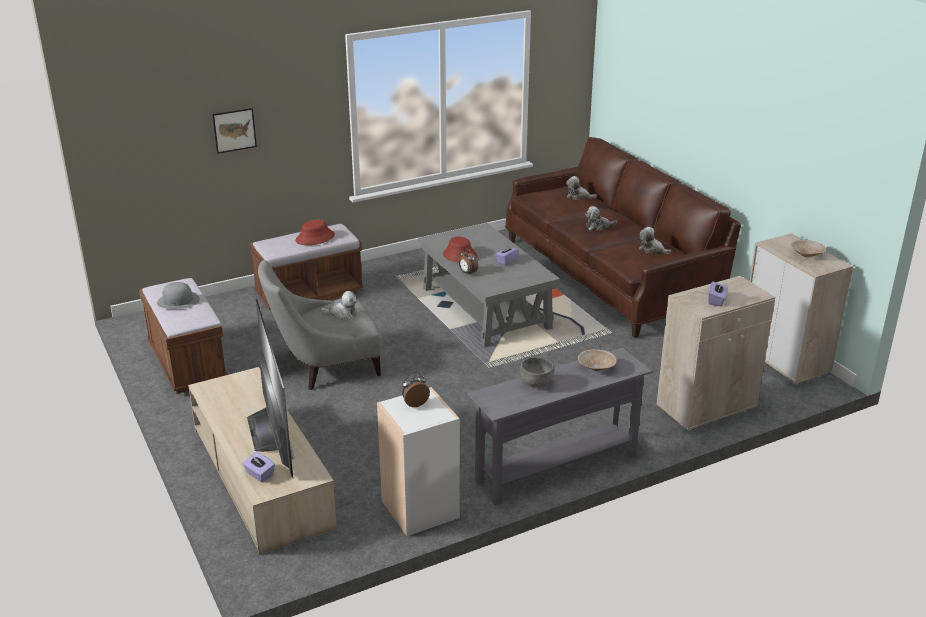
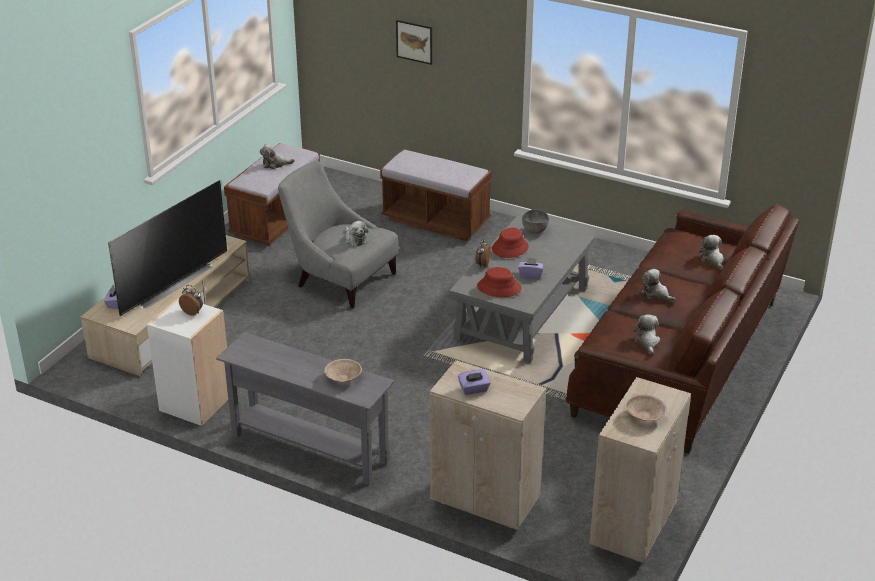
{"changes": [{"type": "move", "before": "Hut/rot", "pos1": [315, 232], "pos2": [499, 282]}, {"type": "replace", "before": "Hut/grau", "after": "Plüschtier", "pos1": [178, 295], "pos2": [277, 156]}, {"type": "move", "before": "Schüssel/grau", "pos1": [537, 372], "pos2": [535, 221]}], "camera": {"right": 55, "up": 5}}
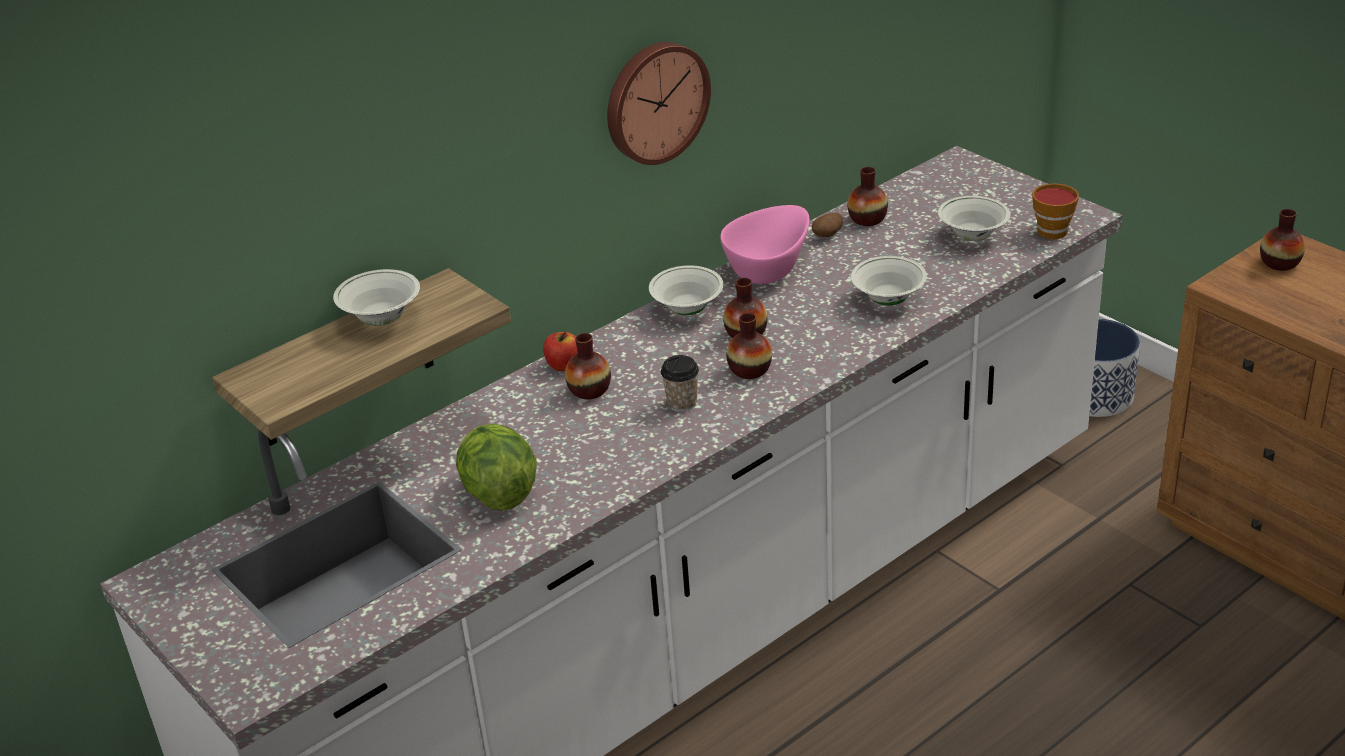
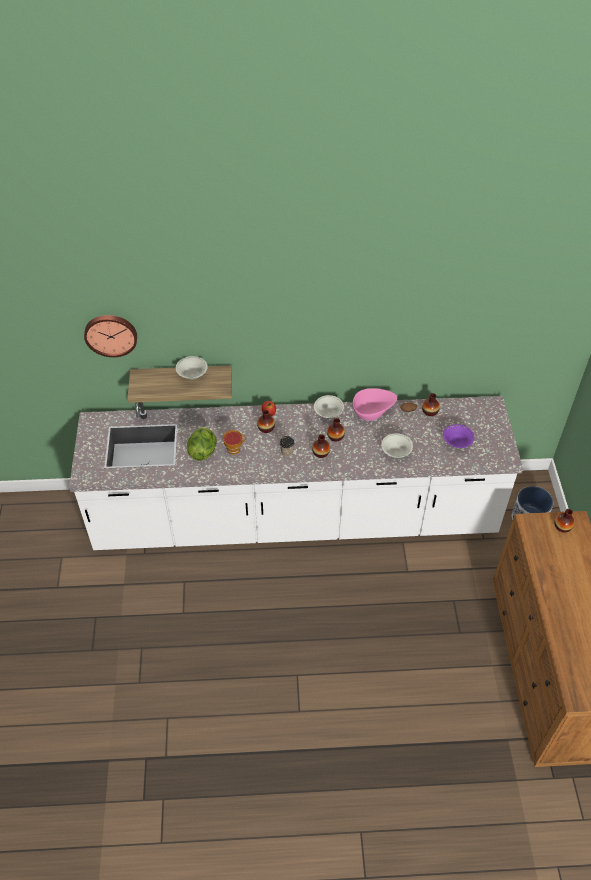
{"changes": [{"type": "move", "before": "Wanduhr", "pos1": [659, 103], "pos2": [110, 336]}, {"type": "move", "before": "Tasse", "pos1": [1055, 211], "pos2": [234, 442]}, {"type": "recolor", "before": "Schüssel/weiß", "after": "Schüssel/lila", "pos1": [974, 218], "pos2": [458, 436]}], "camera": {"right": 35, "up": 15}}
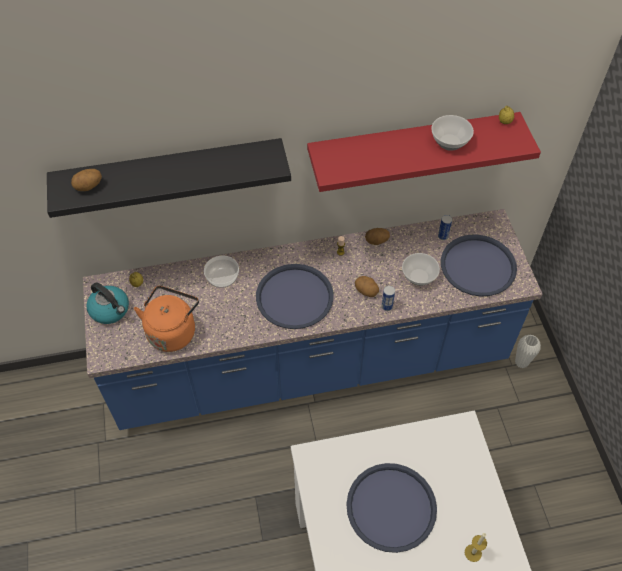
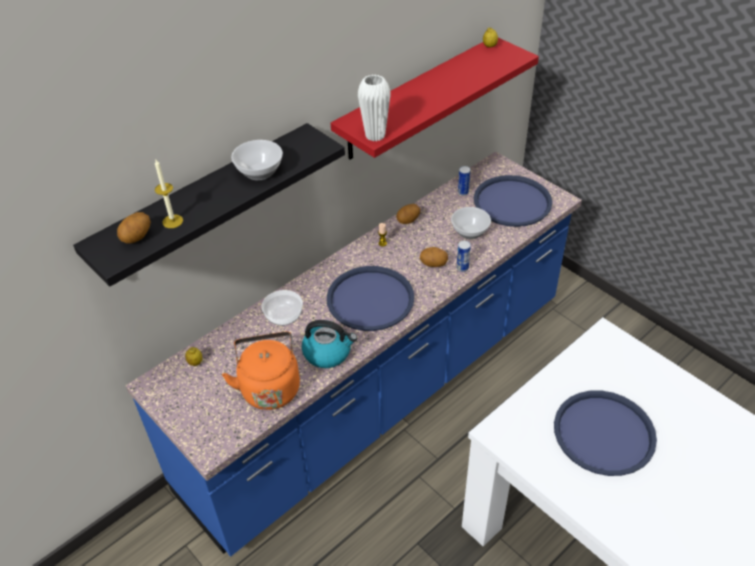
{"changes": [{"type": "move", "before": "Schüssel", "pos1": [452, 133], "pos2": [257, 160]}, {"type": "move", "before": "Wasserkessel", "pos1": [107, 303], "pos2": [329, 344]}, {"type": "move", "before": "Vase/weiß", "pos1": [528, 351], "pos2": [374, 107]}, {"type": "move", "before": "Kerze", "pos1": [476, 547], "pos2": [169, 194]}], "camera": {"right": -30, "up": -10}}
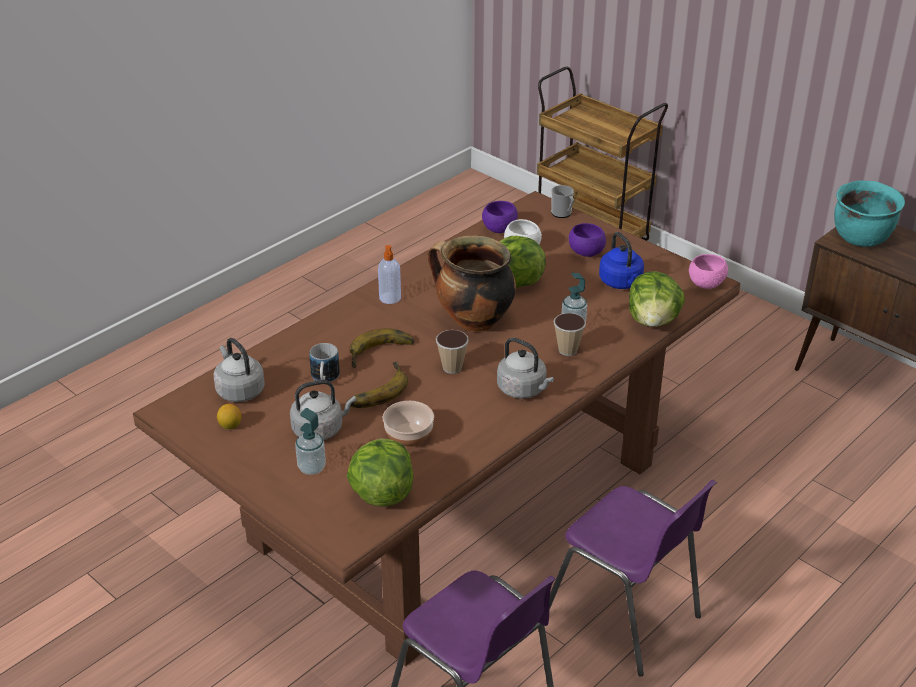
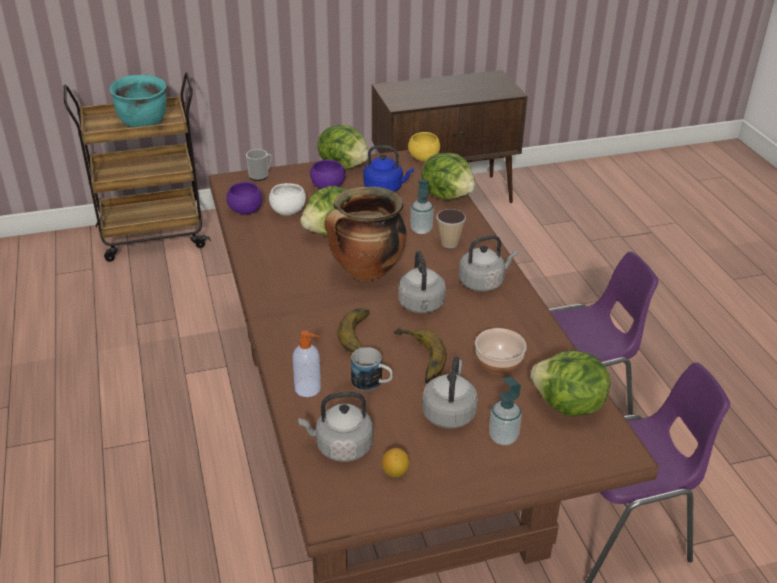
{"changes": [{"type": "move", "before": "Kochtopf/türkis", "pos1": [869, 214], "pos2": [137, 101]}, {"type": "move", "before": "Seifenspender", "pos1": [389, 274], "pos2": [307, 363]}, {"type": "recolor", "before": "Schüssel/rosa", "after": "Schüssel/gelb", "pos1": [708, 271], "pos2": [424, 146]}, {"type": "replace", "before": "Tasse", "after": "Wasserkessel/grau", "pos1": [452, 352], "pos2": [422, 282]}, {"type": "insert", "after": "Salatkopf", "pos2": [343, 147]}], "camera": {"right": -60, "up": 0}}
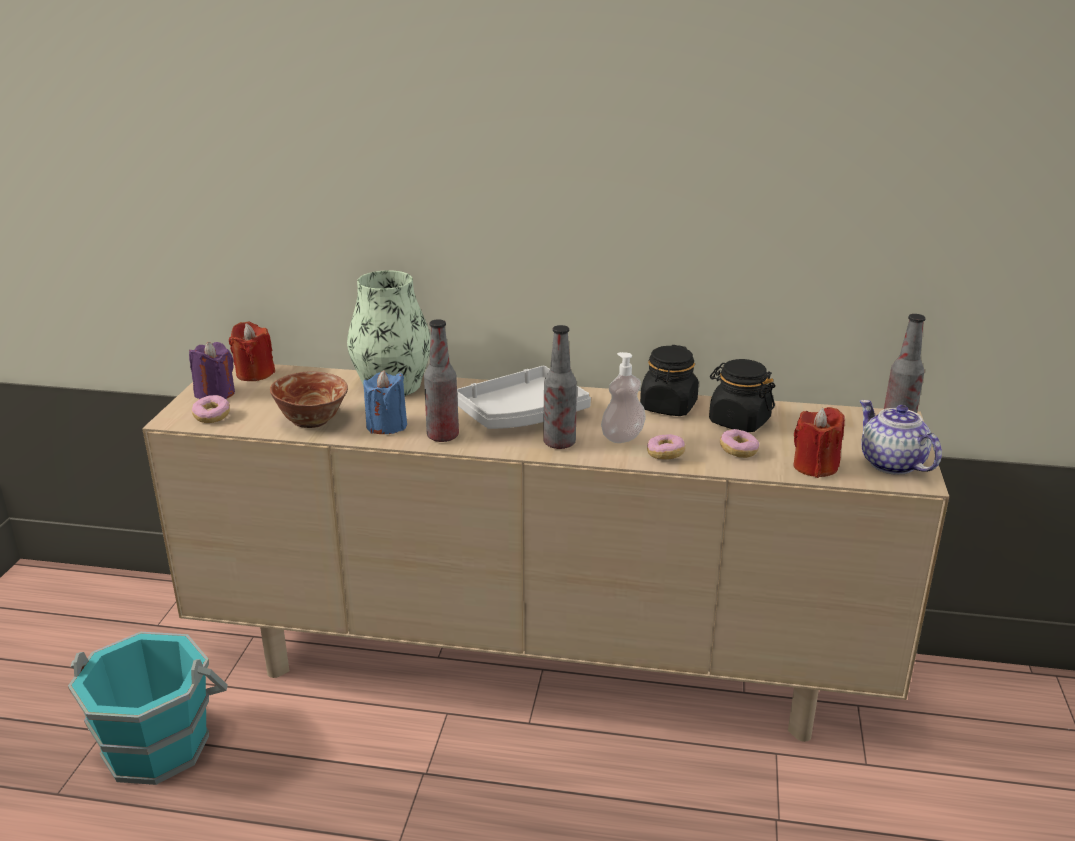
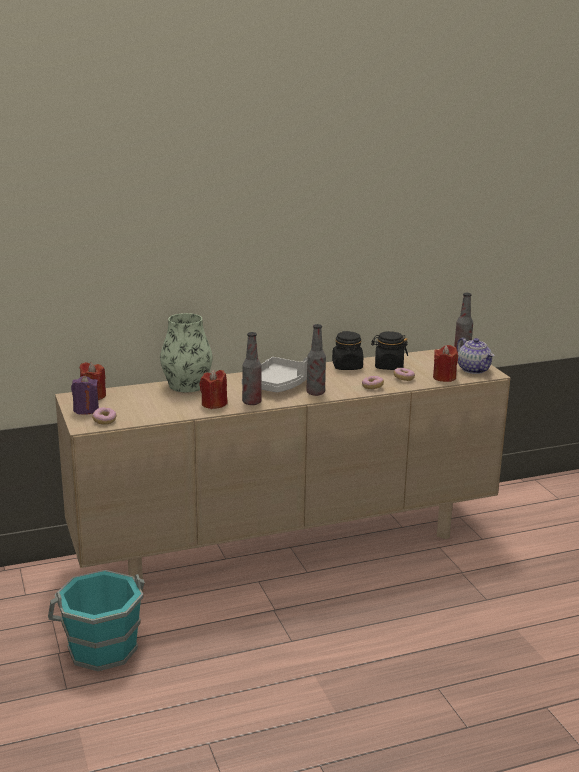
{"changes": [{"type": "delete", "before": "Seifenspender", "pos1": [623, 397]}, {"type": "recolor", "before": "Kerze/blau", "after": "Kerze/rot", "pos1": [385, 402], "pos2": [213, 389]}, {"type": "delete", "before": "Schüssel", "pos1": [309, 399]}, {"type": "rotate", "before": "Teekanne", "pos1": [901, 437], "pos2": [475, 356], "turn": -150}], "camera": {"right": -30, "up": -5}}
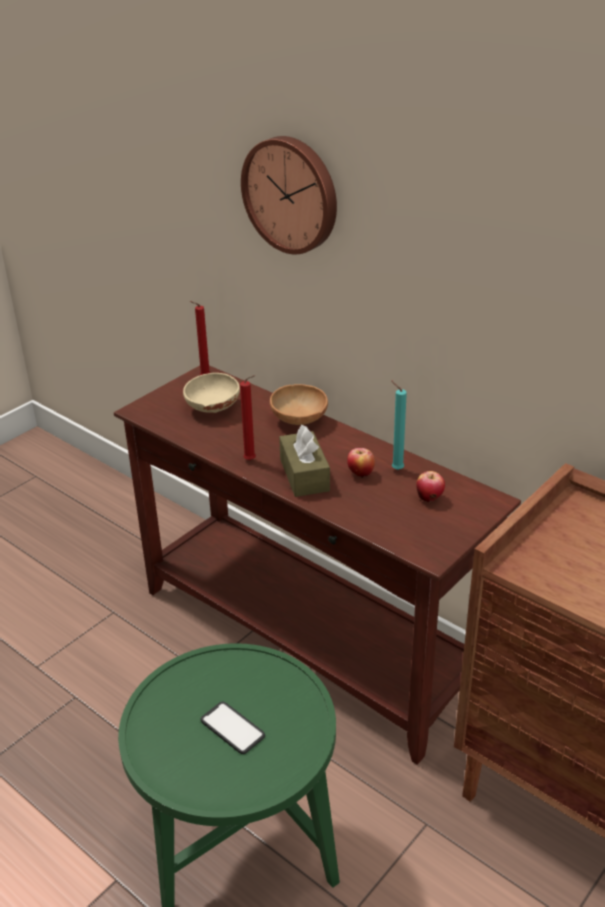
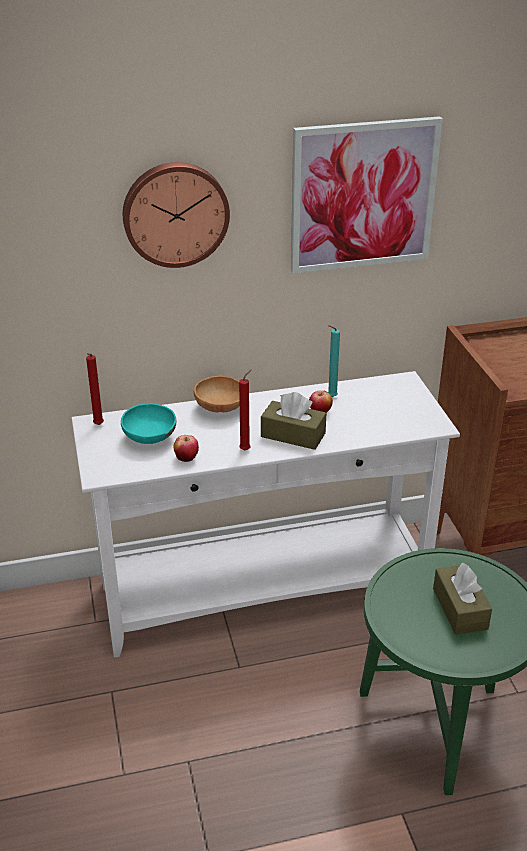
{"changes": [{"type": "recolor", "before": "Konsolentisch/braun", "after": "Konsolentisch/weiß", "pos1": [317, 565], "pos2": [266, 514]}, {"type": "recolor", "before": "Schüssel/beige", "after": "Schüssel/türkis", "pos1": [211, 393], "pos2": [148, 424]}, {"type": "move", "before": "Apfel", "pos1": [430, 486], "pos2": [186, 448]}, {"type": "replace", "before": "Handy", "after": "Taschentuchbox/braun", "pos1": [232, 728], "pos2": [462, 598]}, {"type": "insert", "after": "Bild", "pos2": [367, 194]}], "camera": {"right": -55, "up": 0}}
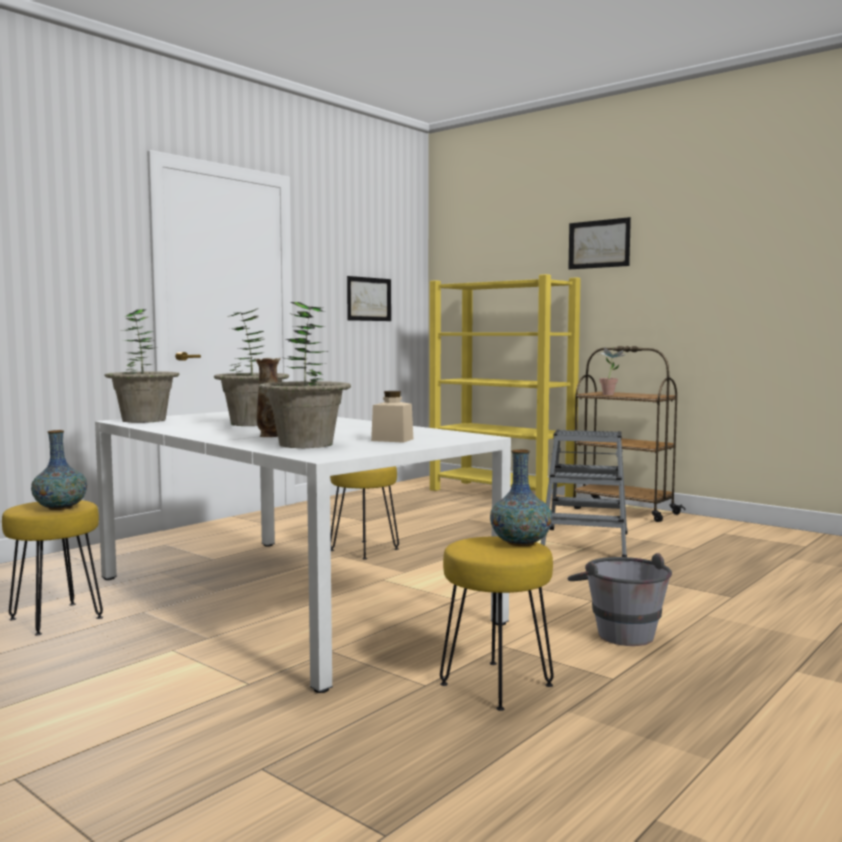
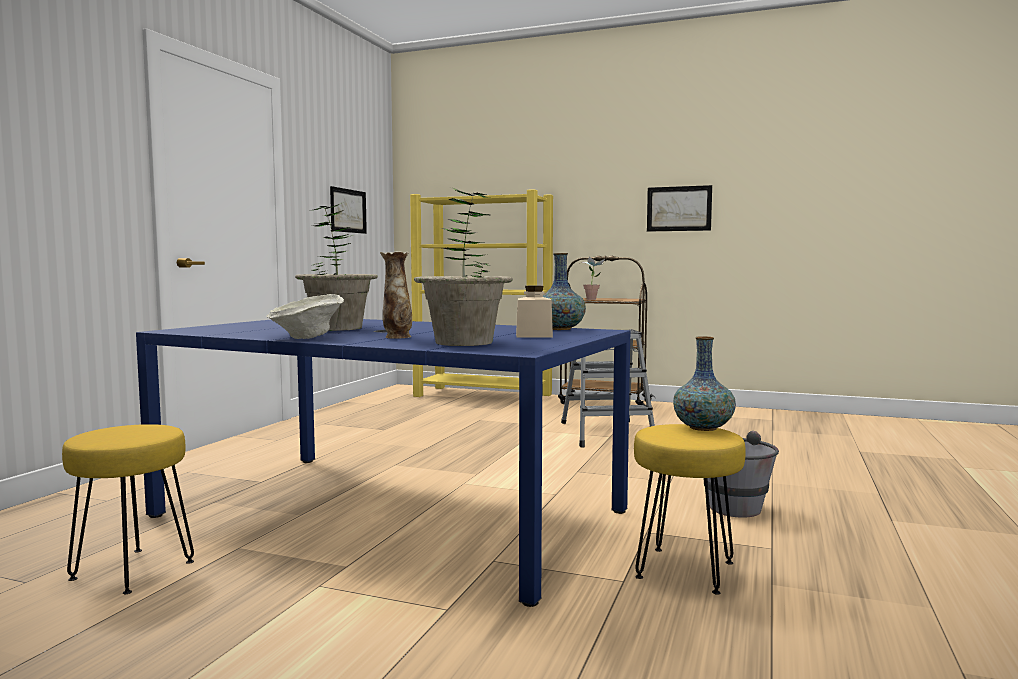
{"changes": [{"type": "move", "before": "Bild", "pos1": [599, 243], "pos2": [679, 208]}, {"type": "delete", "before": "Topfpflanze", "pos1": [142, 366]}, {"type": "recolor", "before": "Esstisch/weiß", "after": "Esstisch/blau", "pos1": [303, 552], "pos2": [383, 463]}, {"type": "move", "before": "Vase", "pos1": [59, 470], "pos2": [564, 291]}, {"type": "delete", "before": "Hocker/gelb", "pos1": [364, 512]}, {"type": "insert", "after": "Schüssel/beige", "pos2": [305, 316]}], "camera": {"right": -20, "up": 0}}
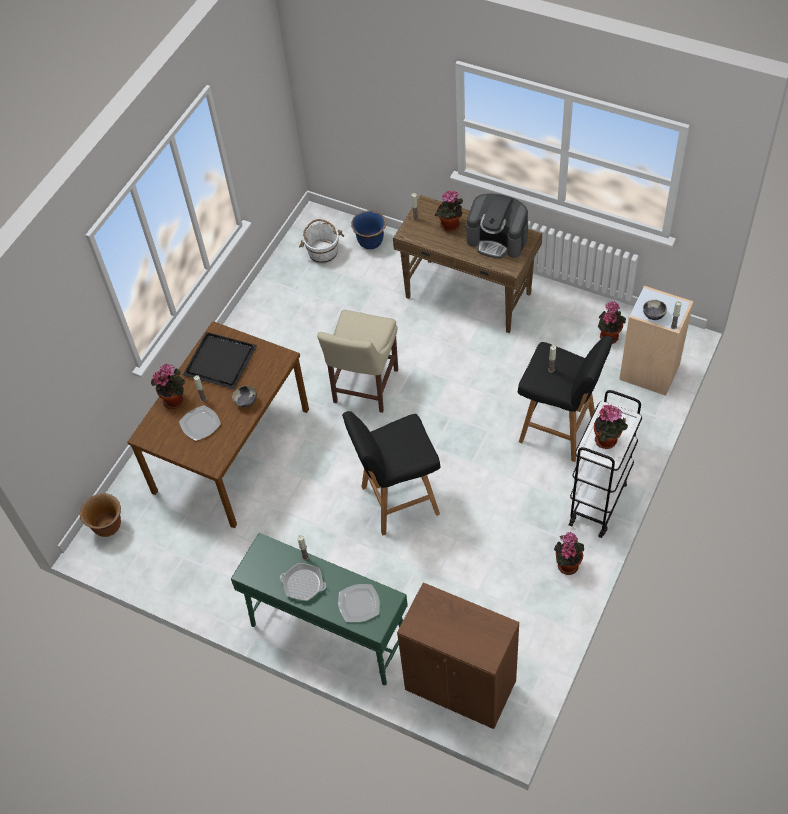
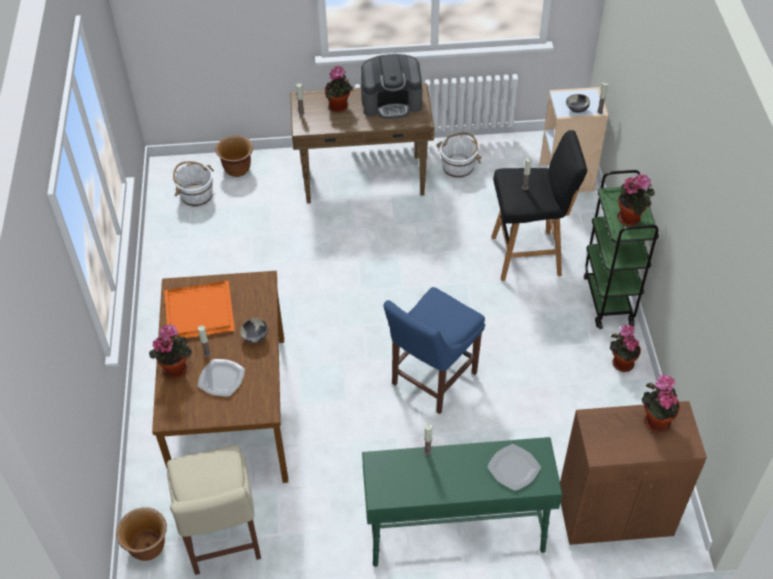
{"changes": [{"type": "recolor", "before": "Pflanzkübel/blau", "after": "Pflanzkübel/braun", "pos1": [368, 229], "pos2": [234, 156]}, {"type": "move", "before": "Topfpflanze", "pos1": [612, 322], "pos2": [661, 403]}, {"type": "move", "before": "Stuhl/beige", "pos1": [357, 361], "pos2": [214, 510]}, {"type": "recolor", "before": "Tablett/schwarz", "after": "Tablett/orange", "pos1": [220, 360], "pos2": [199, 310]}, {"type": "recolor", "before": "Rollwagen/weiß", "after": "Rollwagen/grün", "pos1": [605, 464], "pos2": [621, 249]}, {"type": "replace", "before": "Hocker/schwarz", "after": "Stuhl/blau", "pos1": [391, 473], "pos2": [434, 350]}, {"type": "delete", "before": "Pfanne", "pos1": [303, 582]}, {"type": "insert", "after": "Eimer/weiß", "pos2": [459, 155]}], "camera": {"right": -35, "up": -5}}
